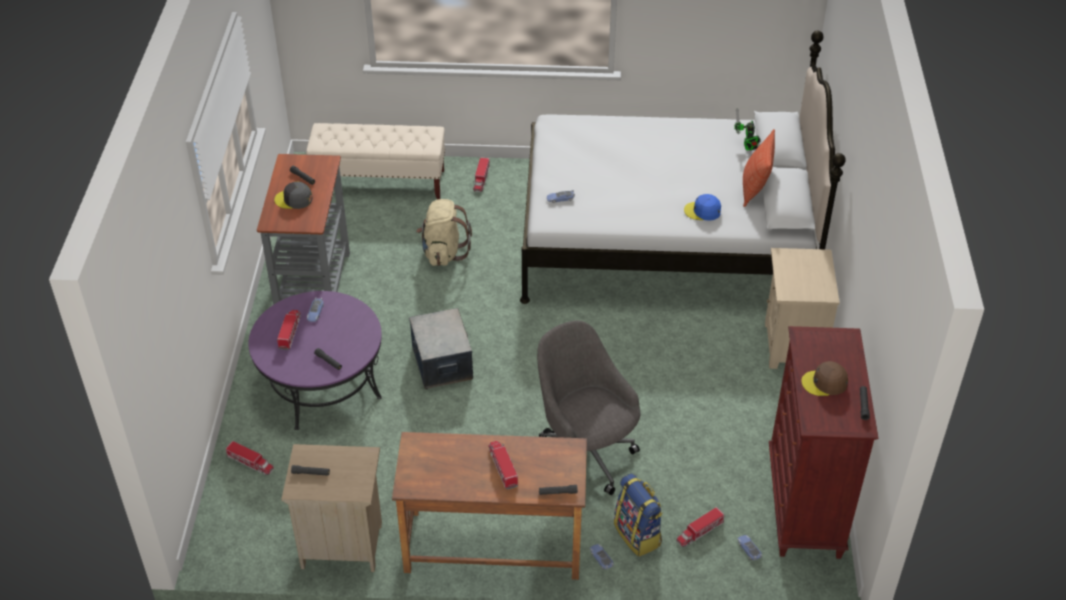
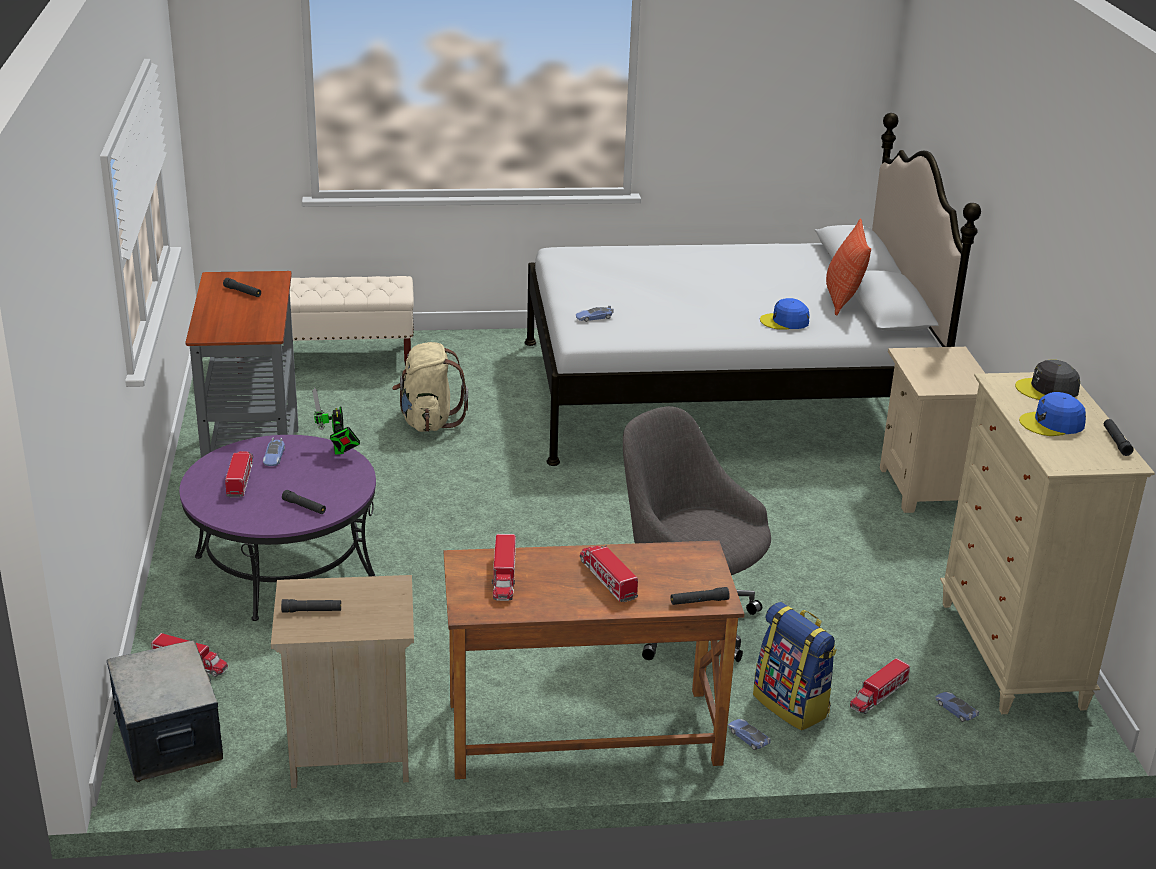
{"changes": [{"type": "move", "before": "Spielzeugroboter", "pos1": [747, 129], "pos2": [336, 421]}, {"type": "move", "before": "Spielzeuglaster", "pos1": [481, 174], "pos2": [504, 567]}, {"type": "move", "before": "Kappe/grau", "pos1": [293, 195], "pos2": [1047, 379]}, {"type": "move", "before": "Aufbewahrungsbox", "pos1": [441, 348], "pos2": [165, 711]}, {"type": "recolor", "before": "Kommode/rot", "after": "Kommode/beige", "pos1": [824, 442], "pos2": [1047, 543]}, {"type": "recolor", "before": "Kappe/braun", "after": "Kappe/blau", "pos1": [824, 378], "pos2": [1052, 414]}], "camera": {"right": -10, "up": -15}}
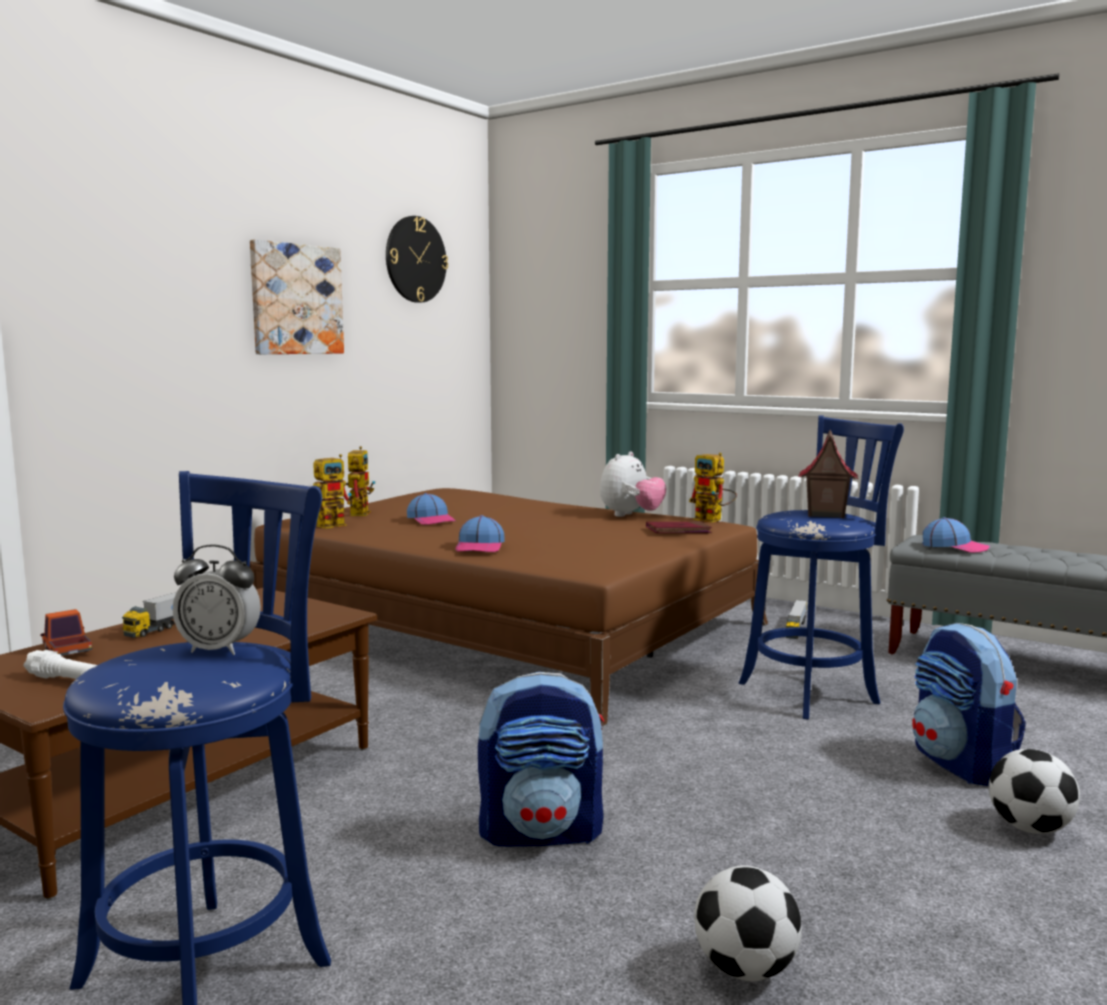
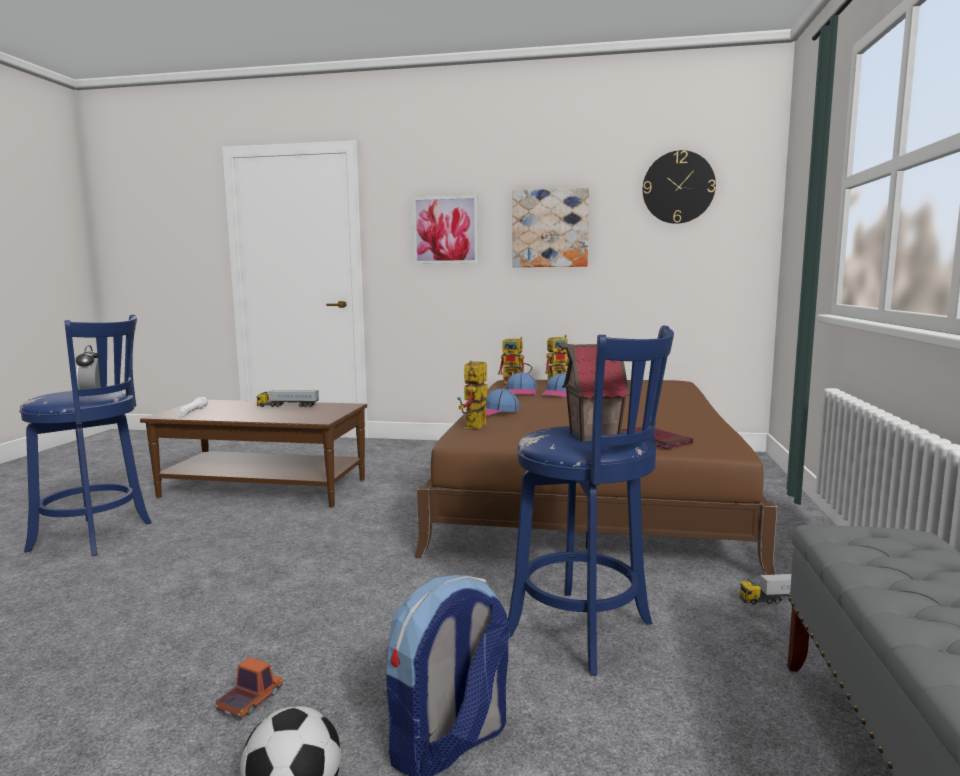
{"changes": [{"type": "delete", "before": "Plüschtier", "pos1": [633, 484]}, {"type": "move", "before": "Spielzeugroboter", "pos1": [713, 488], "pos2": [473, 395]}, {"type": "move", "before": "Kappe", "pos1": [956, 535], "pos2": [521, 383]}, {"type": "move", "before": "Spielzeuglaster", "pos1": [66, 632], "pos2": [249, 688]}, {"type": "delete", "before": "Rucksack", "pos1": [541, 759]}, {"type": "delete", "before": "Fußball", "pos1": [748, 923]}, {"type": "insert", "after": "Bild", "pos2": [445, 229]}], "camera": {"right": 65, "up": 0}}
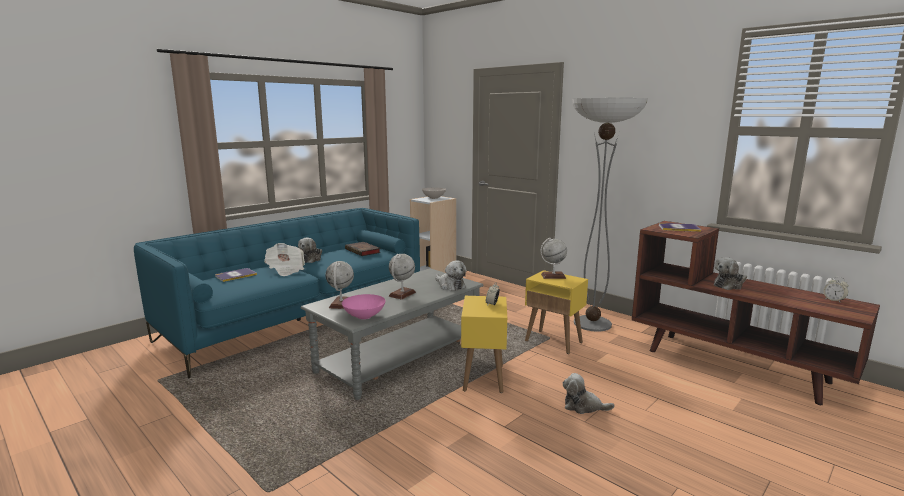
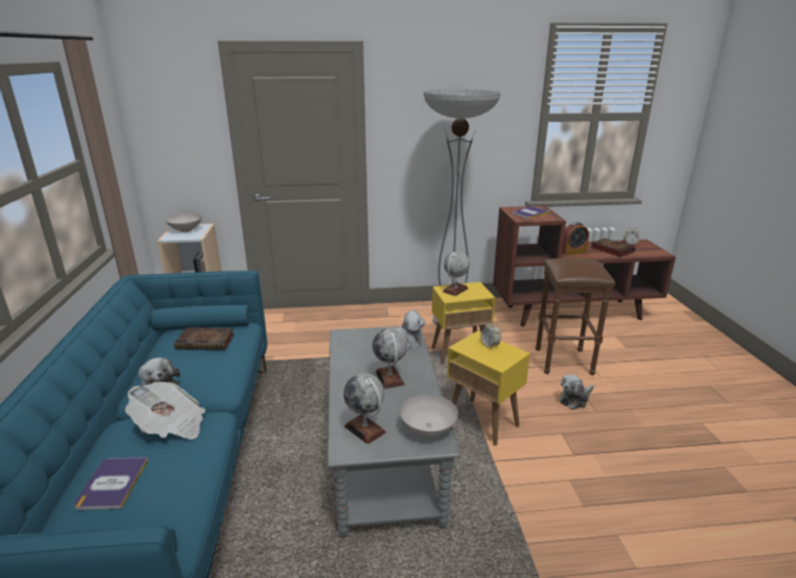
{"changes": [{"type": "replace", "before": "Plüschtier", "after": "Wecker", "pos1": [730, 273], "pos2": [575, 238]}, {"type": "recolor", "before": "Schüssel/rosa", "after": "Schüssel/weiß", "pos1": [363, 306], "pos2": [429, 415]}, {"type": "insert", "after": "Buch", "pos2": [613, 247]}, {"type": "insert", "after": "Hocker/braun", "pos2": [575, 316]}], "camera": {"right": -50, "up": 10}}
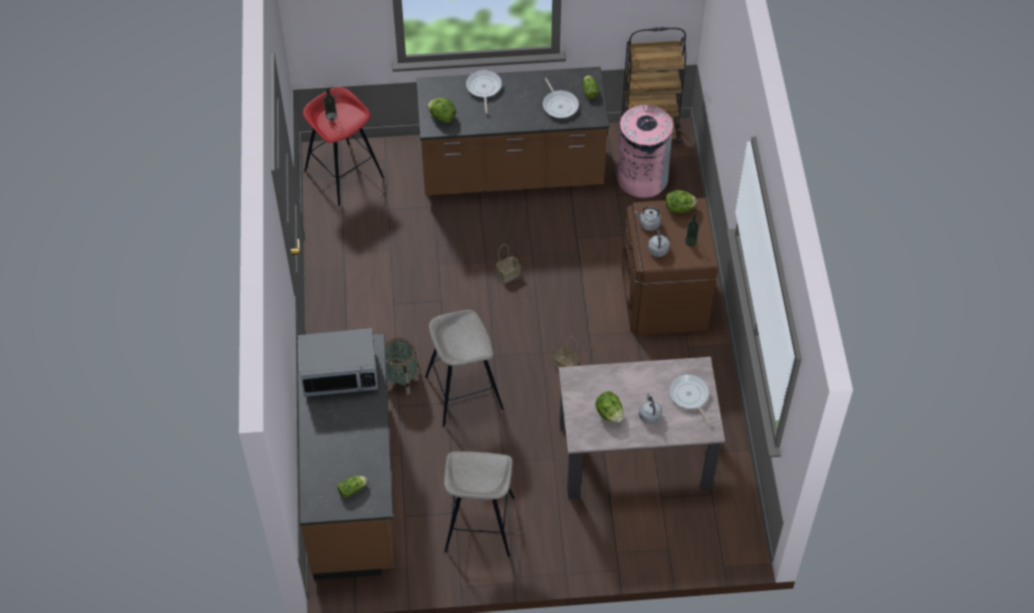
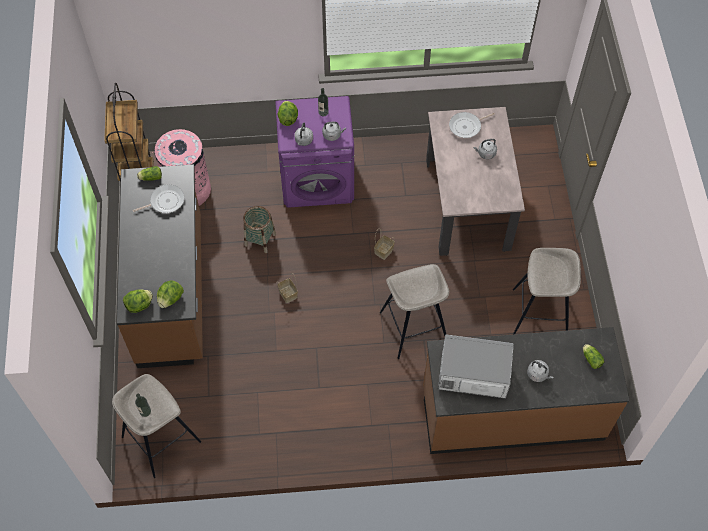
{"changes": [{"type": "delete", "before": "Pfanne", "pos1": [484, 92]}, {"type": "recolor", "before": "Hocker/rot", "after": "Hocker/grau", "pos1": [343, 146], "pos2": [156, 426]}, {"type": "recolor", "before": "Waschmaschine/braun", "after": "Waschmaschine/lila", "pos1": [670, 267], "pos2": [314, 152]}, {"type": "rotate", "before": "Mikrowelle", "pos1": [338, 362], "pos2": [476, 366], "turn": -75}, {"type": "move", "before": "Korb", "pos1": [402, 366], "pos2": [259, 229]}, {"type": "move", "before": "Salatkopf", "pos1": [609, 407], "pos2": [138, 301]}, {"type": "insert", "after": "Wasserkessel/grau", "pos2": [540, 371]}], "camera": {"right": -90, "up": 5}}
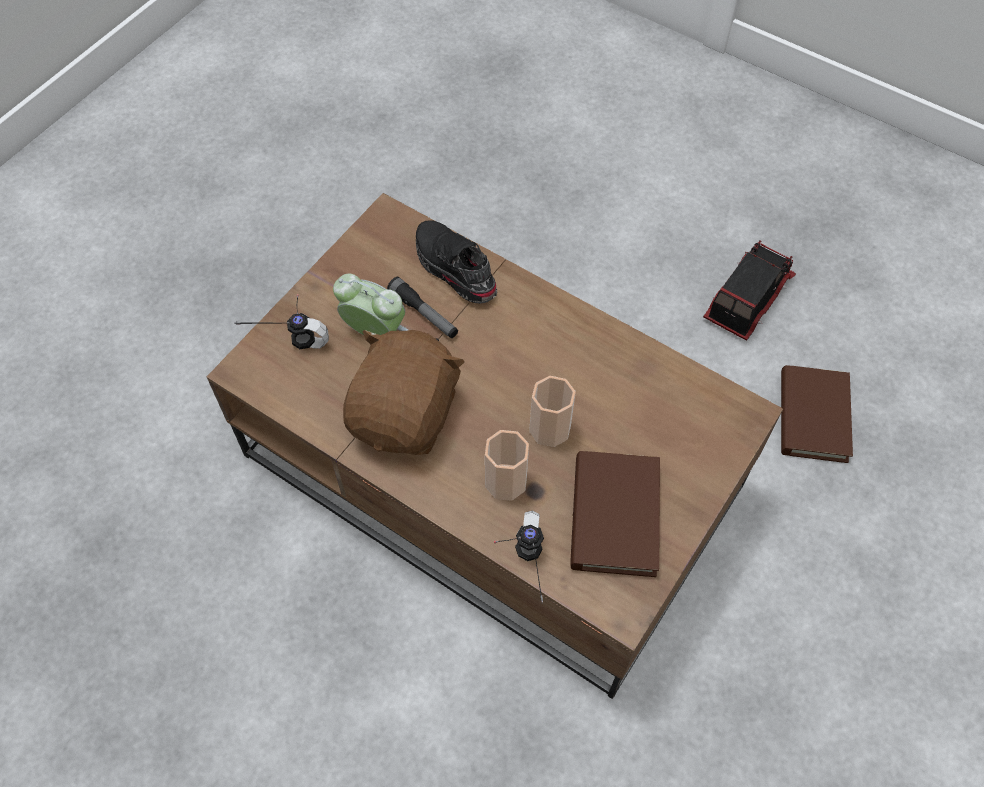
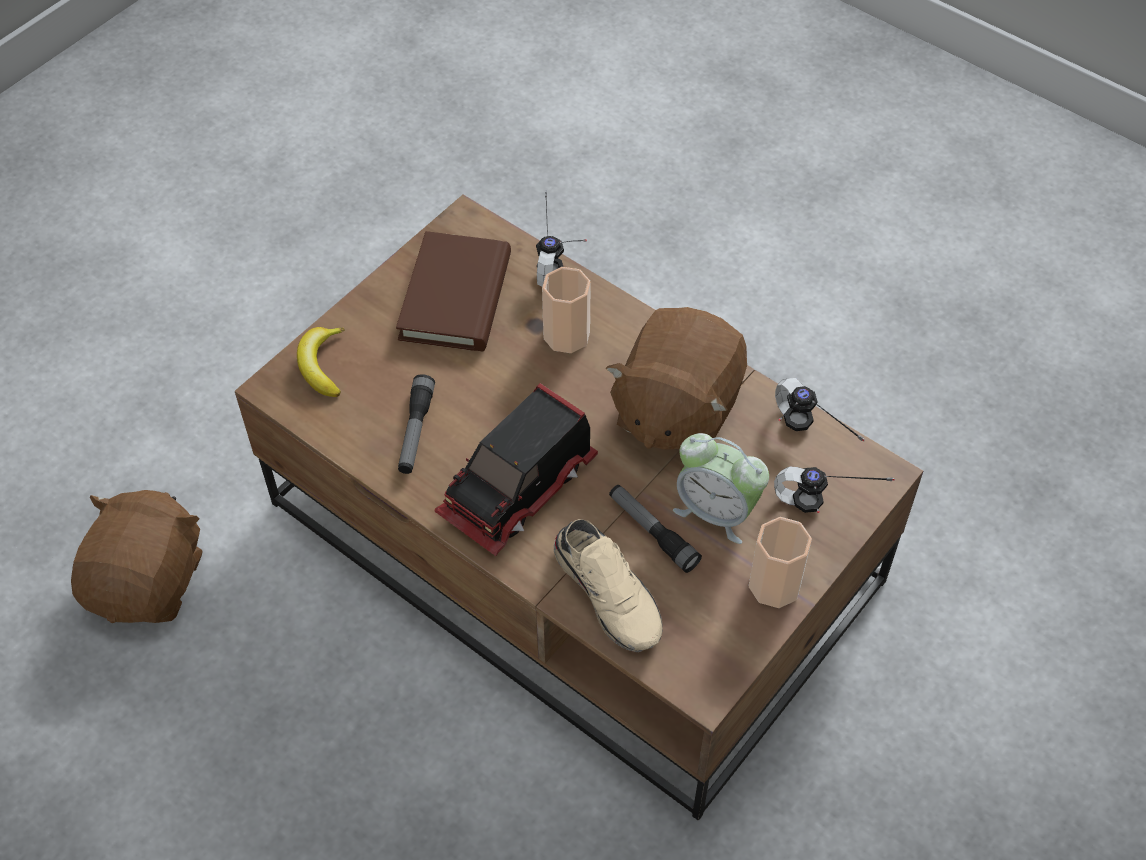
{"changes": [{"type": "recolor", "before": "Schuh/schwarz", "after": "Schuh/beige", "pos1": [456, 261], "pos2": [608, 585]}, {"type": "move", "before": "Spielzeuglaster", "pos1": [749, 290], "pos2": [516, 469]}, {"type": "replace", "before": "Buch/braun", "after": "Plüschtier/braun", "pos1": [817, 414], "pos2": [137, 556]}, {"type": "move", "before": "Tasse", "pos1": [552, 411], "pos2": [780, 562]}, {"type": "insert", "after": "Banane", "pos2": [321, 362]}, {"type": "insert", "after": "Taschenlampe", "pos2": [416, 424]}, {"type": "insert", "after": "Kopfhörer", "pos2": [820, 410]}], "camera": {"right": -175, "up": -5}}
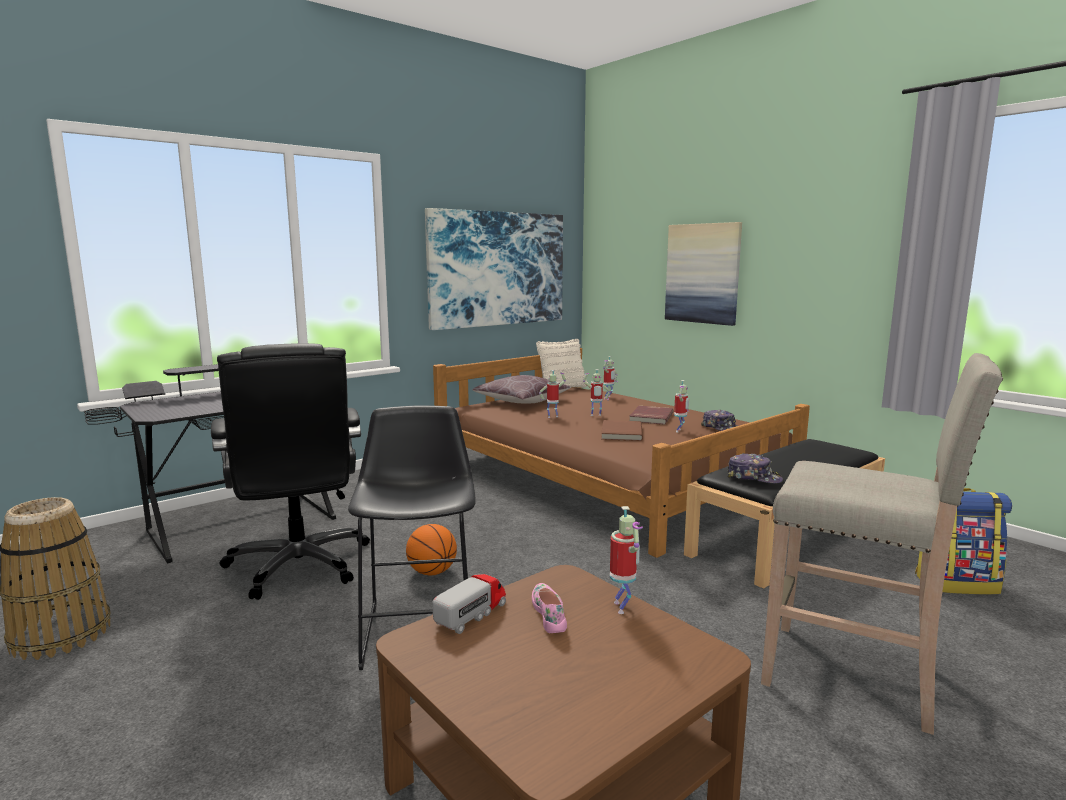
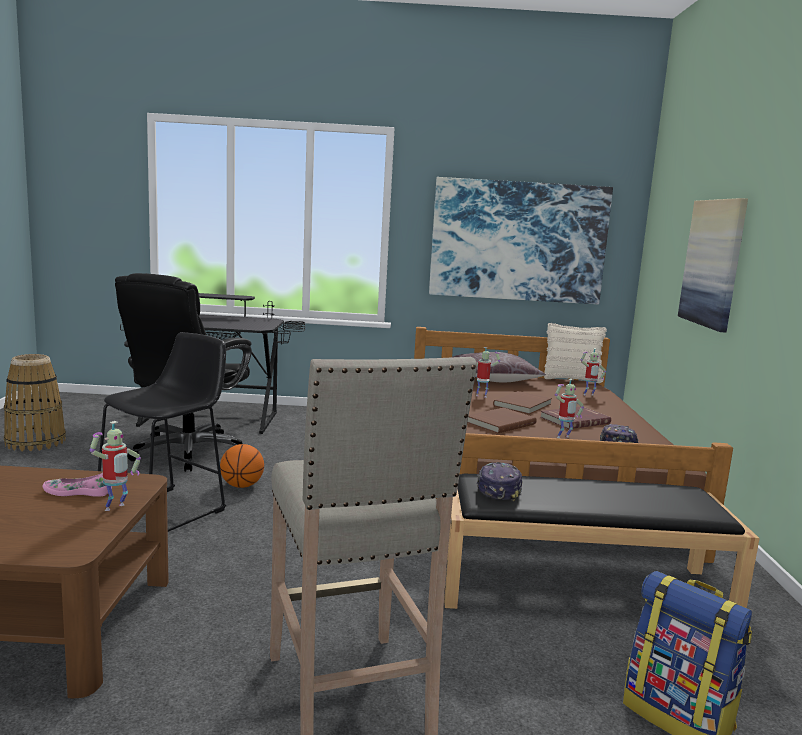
{"changes": [{"type": "replace", "before": "Spielzeugroboter", "after": "Buch/braun", "pos1": [597, 392], "pos2": [522, 402]}, {"type": "rotate", "before": "Kappe", "pos1": [755, 468], "pos2": [500, 482], "turn": -150}, {"type": "delete", "before": "Spielzeuglaster", "pos1": [469, 604]}, {"type": "rotate", "before": "Schuh/rosa", "pos1": [549, 608], "pos2": [77, 485], "turn": -120}], "camera": {"right": 40, "up": 0}}
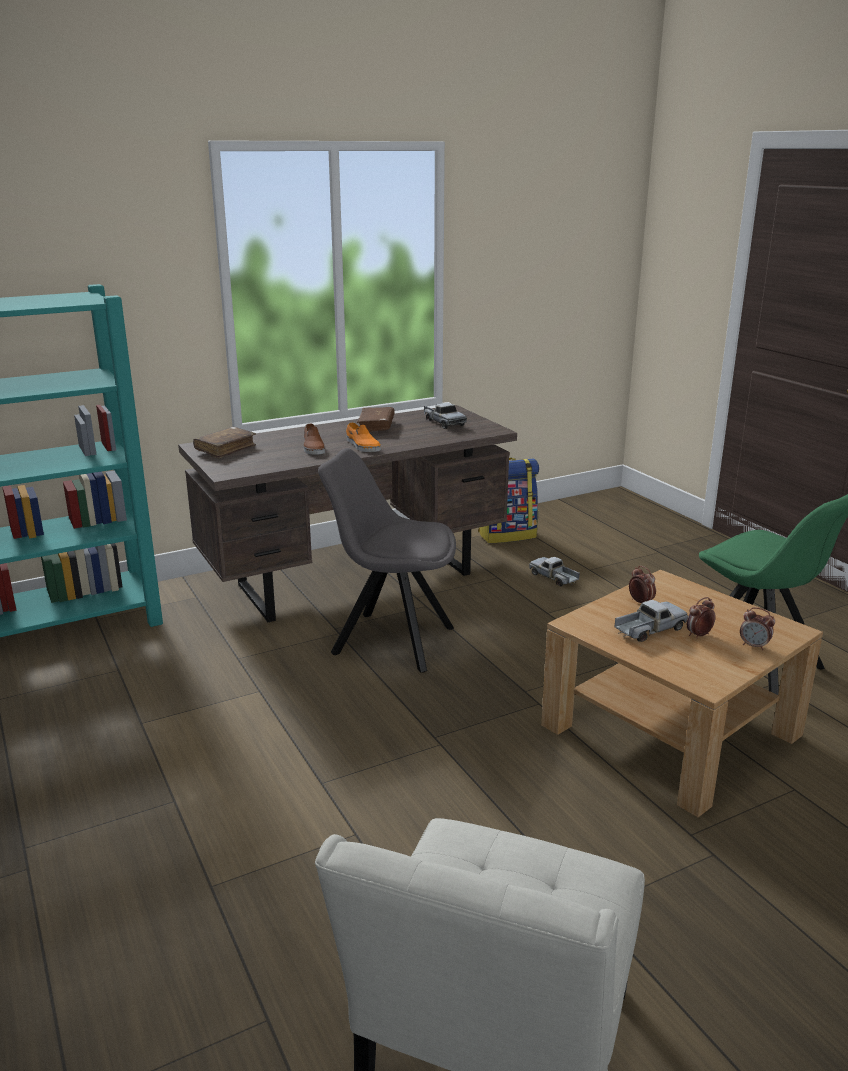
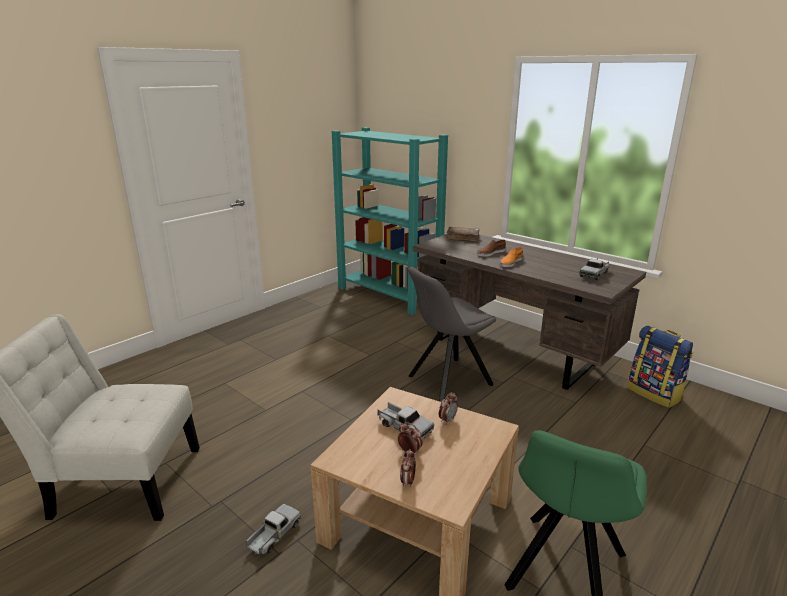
{"changes": [{"type": "delete", "before": "Buch/braun", "pos1": [376, 419]}, {"type": "rotate", "before": "Stuhl/grau", "pos1": [387, 560], "pos2": [452, 334], "turn": -120}, {"type": "move", "before": "Spielzeuglaster", "pos1": [554, 571], "pos2": [273, 529]}], "camera": {"right": 70, "up": 0}}
